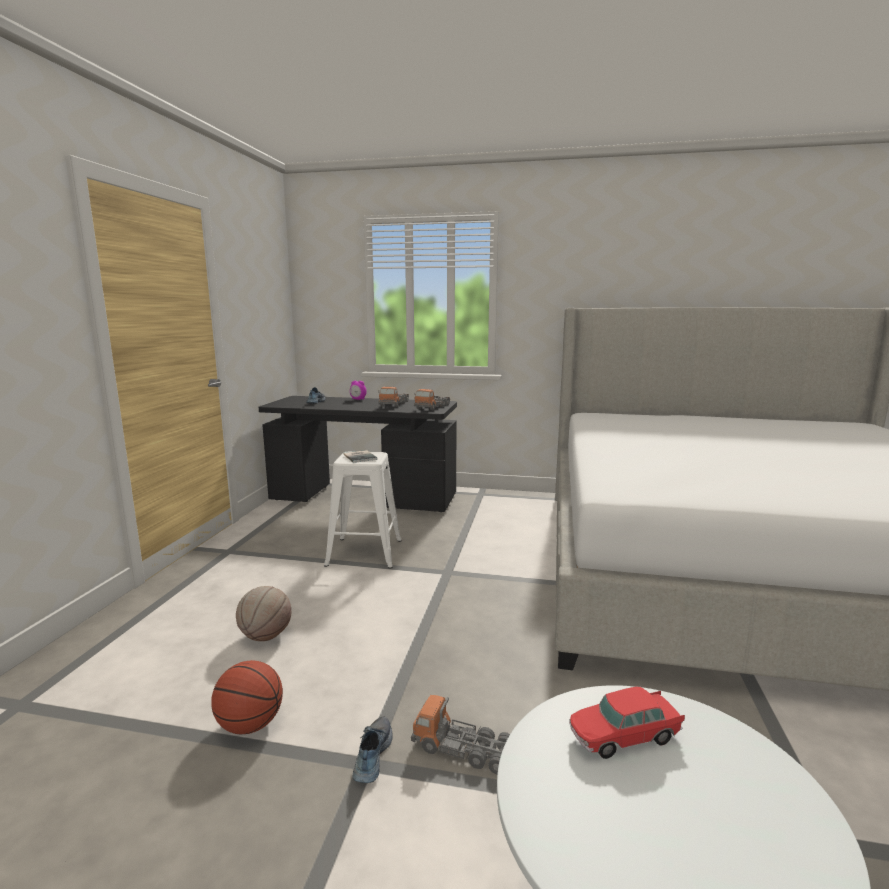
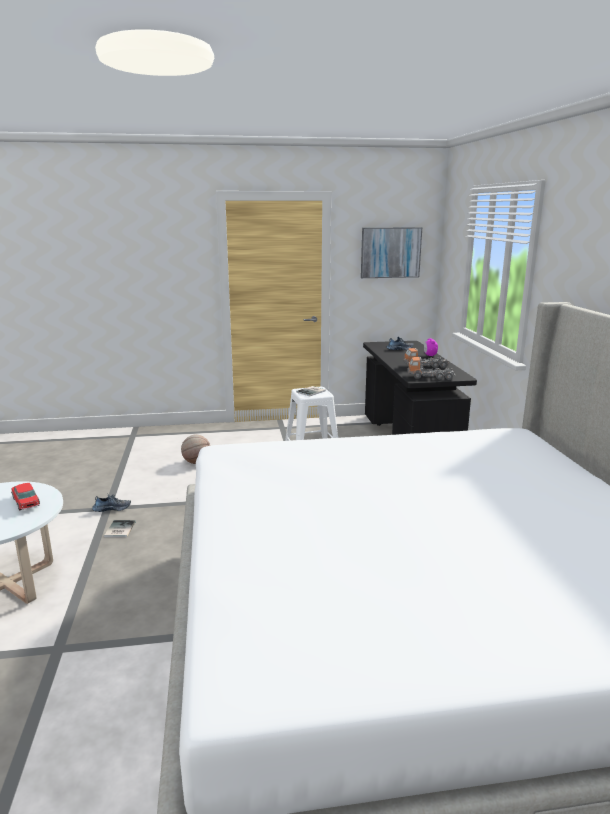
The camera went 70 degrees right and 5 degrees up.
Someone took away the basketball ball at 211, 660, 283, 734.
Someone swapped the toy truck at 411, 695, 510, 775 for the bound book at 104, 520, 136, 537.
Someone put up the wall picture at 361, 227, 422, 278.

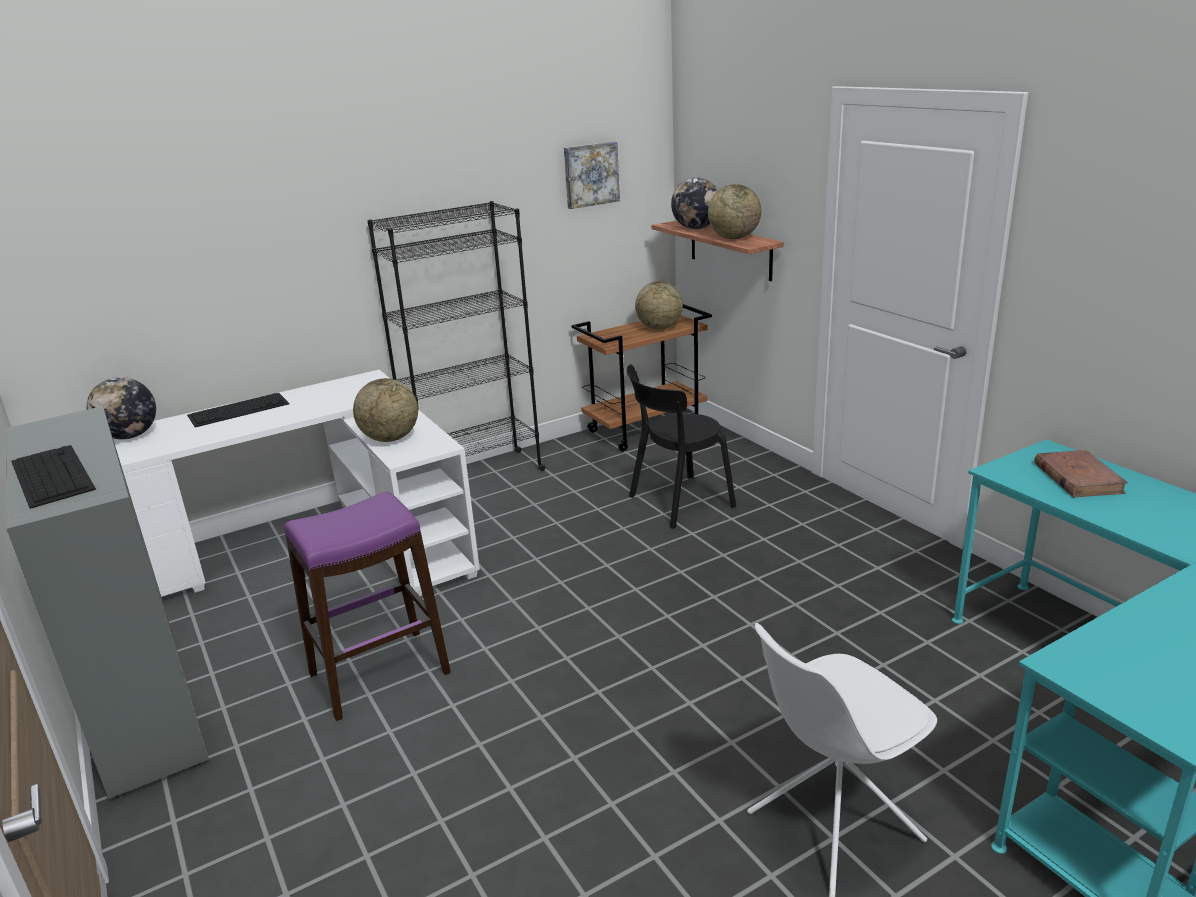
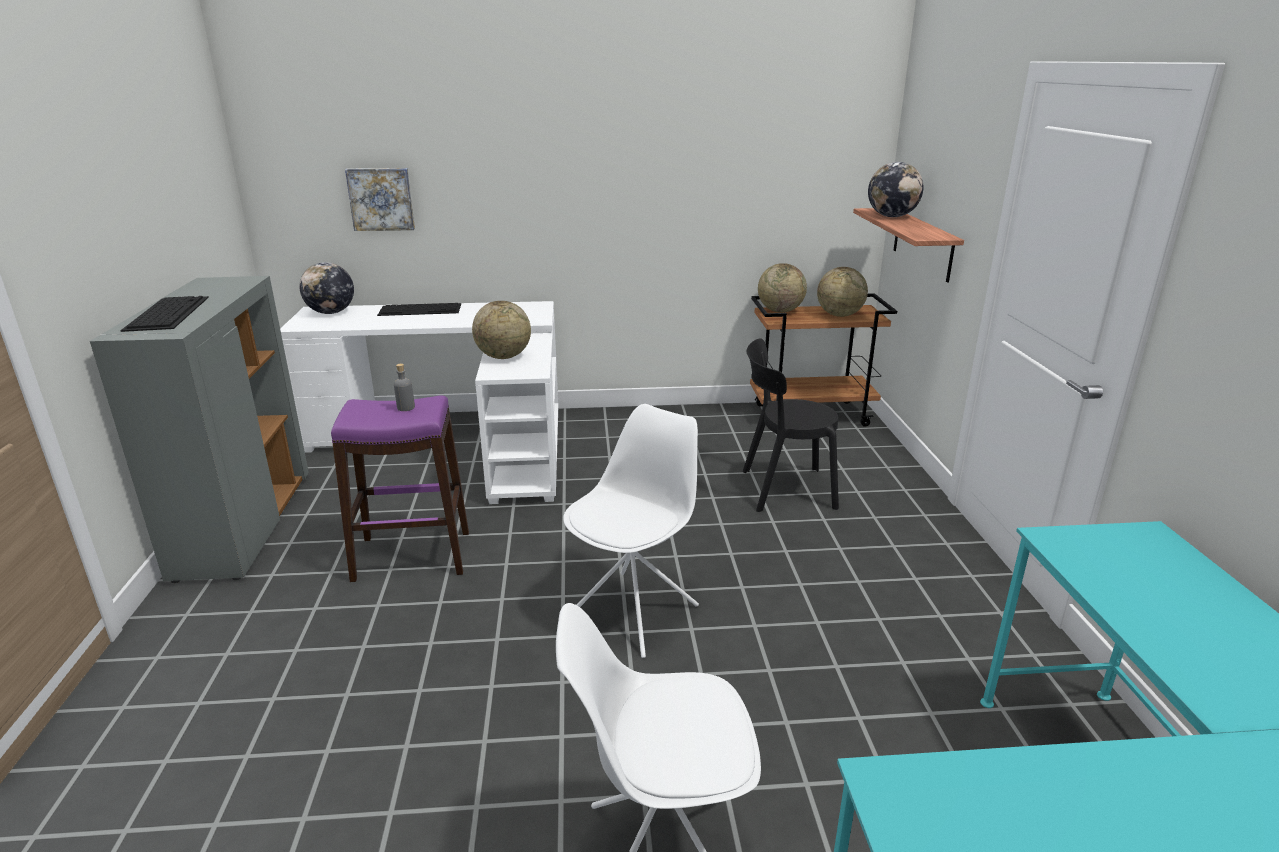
The camera went 25 degrees right and 0 degrees up.
Someone carried the wall picture from 564, 141, 620, 209 to 345, 168, 415, 231.
Someone carried the globe from 708, 184, 761, 239 to 758, 263, 807, 313.
Someone took away the blackish shelving unit at 367, 201, 545, 471.
Someone took away the brown-coloured bound book at 1035, 450, 1128, 497.
Someone put down the grey drink bottle at 394, 364, 415, 411.
Someone put down the whitish upright chair at 563, 404, 699, 658.

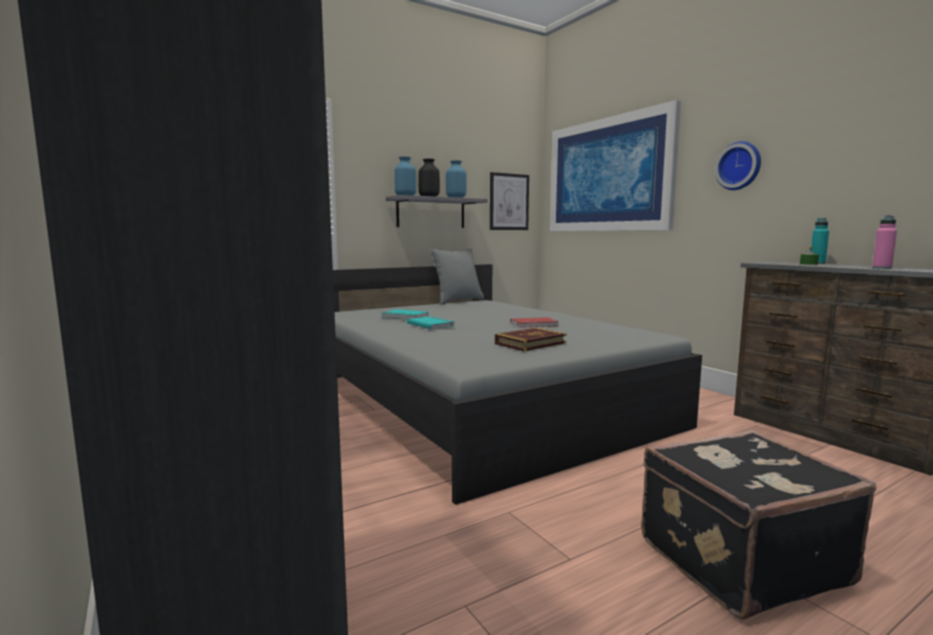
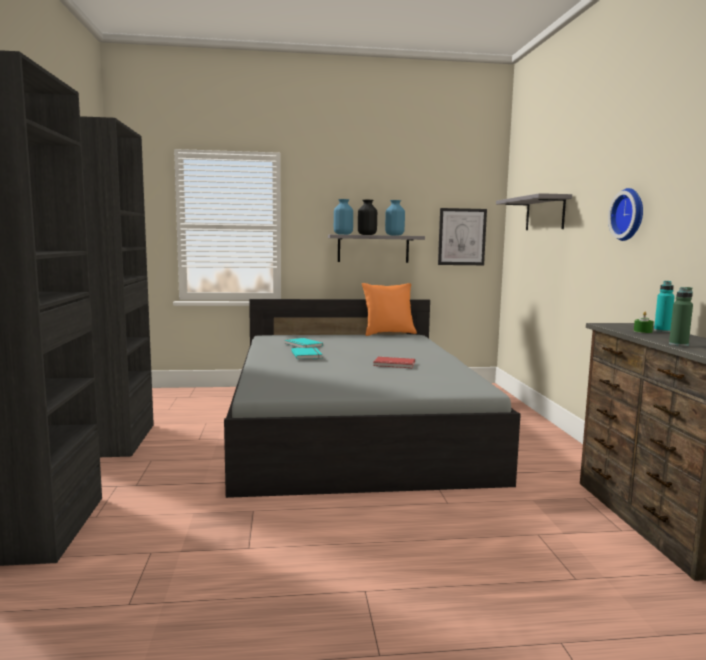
The camera went 25 degrees right and 0 degrees up.
Someone swapped the wall picture at 550, 100, 681, 231 for the grey bracket shelf at 496, 193, 572, 230.
Someone repainted the pink drink bottle at 872, 215, 897, 269, which became the green drink bottle at 669, 287, 693, 346.
Someone repainted the grey throw pillow at 430, 248, 484, 304, which became the orange throw pillow at 362, 283, 417, 336.
Someone took away the bound book at 495, 328, 566, 351.
Someone took away the blackish suitcase at 641, 430, 877, 619.

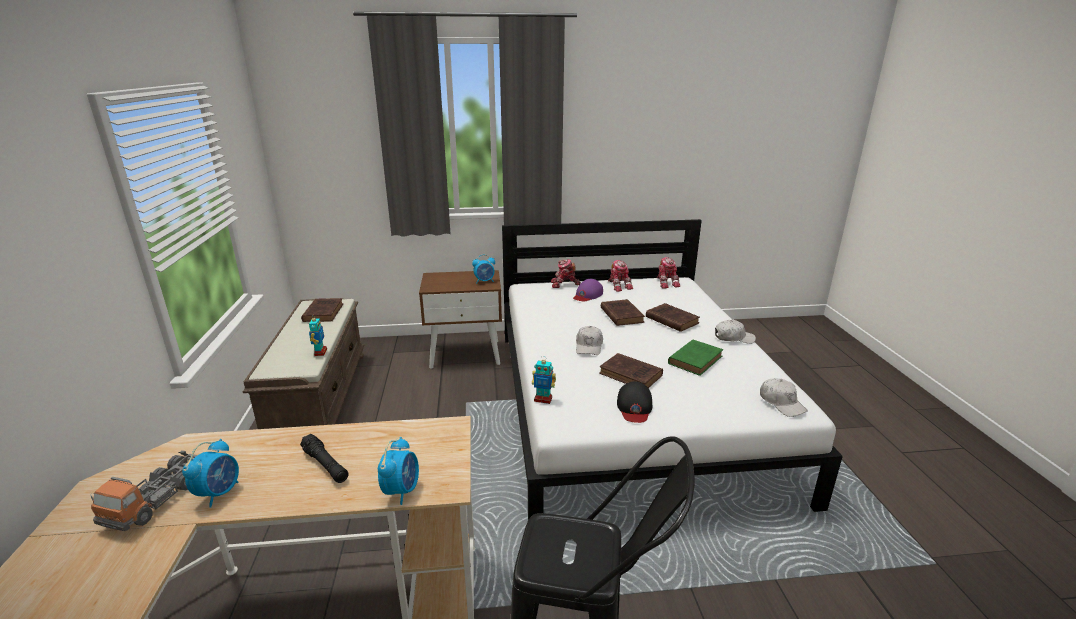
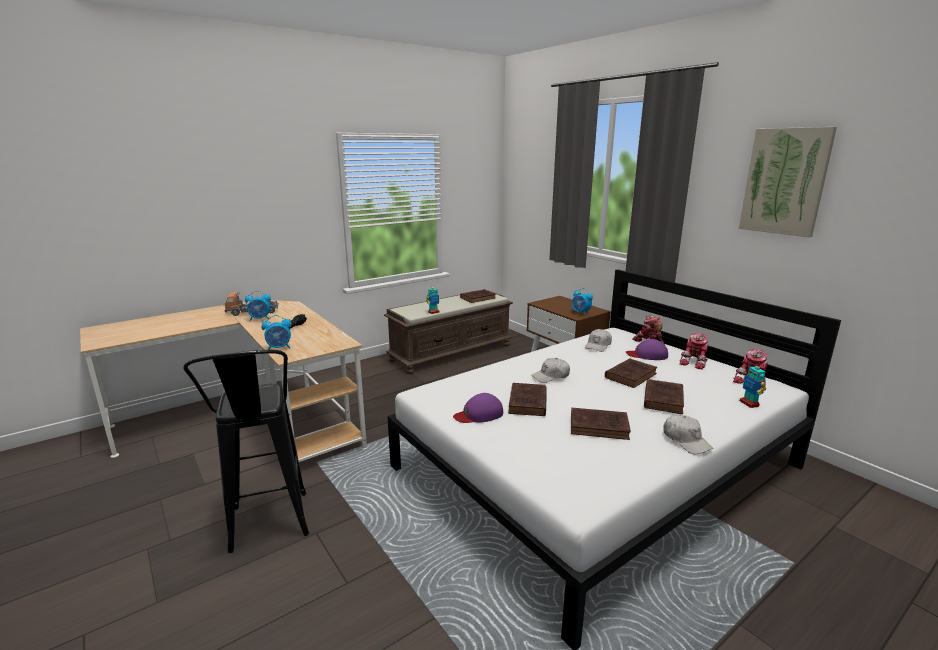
The camera went 60 degrees right and 5 degrees down.
Someone repainted the green bound book at 668, 339, 723, 376, which became the brown-coloured bound book at 571, 408, 631, 440.
Someone carried the model robot from 532, 360, 556, 404 to 740, 363, 766, 408.
Someone carried the whitish peaked cap from 760, 378, 808, 417 to 585, 329, 612, 352.
Someone repainted the blackish peaked cap at 617, 381, 652, 423, which became the purple peaked cap at 453, 393, 503, 423.
Someone put up the wall picture at 739, 127, 837, 237.

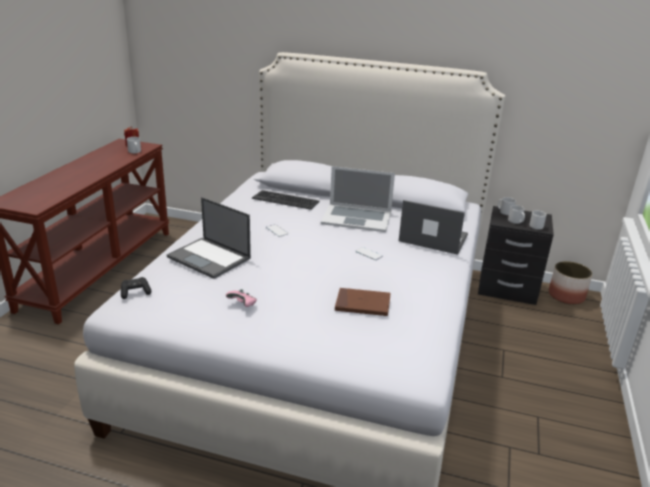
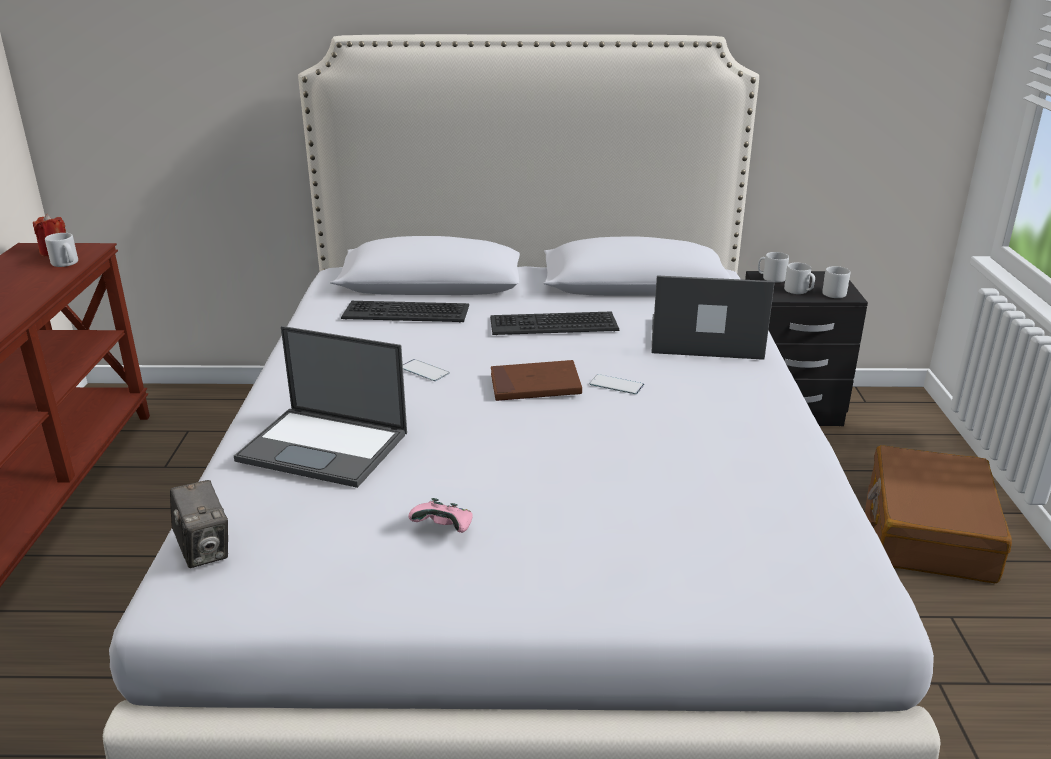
The camera went 15 degrees left and 0 degrees up.
Someone swapped the laptop at 321, 166, 395, 232 for the computer keyboard at 490, 311, 619, 335.
Someone took away the planter at 549, 261, 592, 305.
Someone swapped the blackish game controller at 121, 277, 151, 299 for the photo camera at 170, 480, 228, 568.
Someone carried the brown-coloured bound book from 335, 288, 391, 316 to 491, 360, 582, 401.
Someone put down the brown-coloured suitcase at 865, 445, 1012, 583.

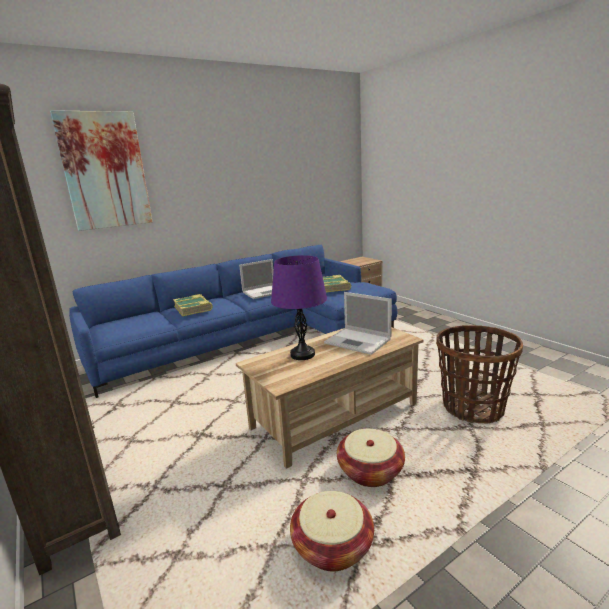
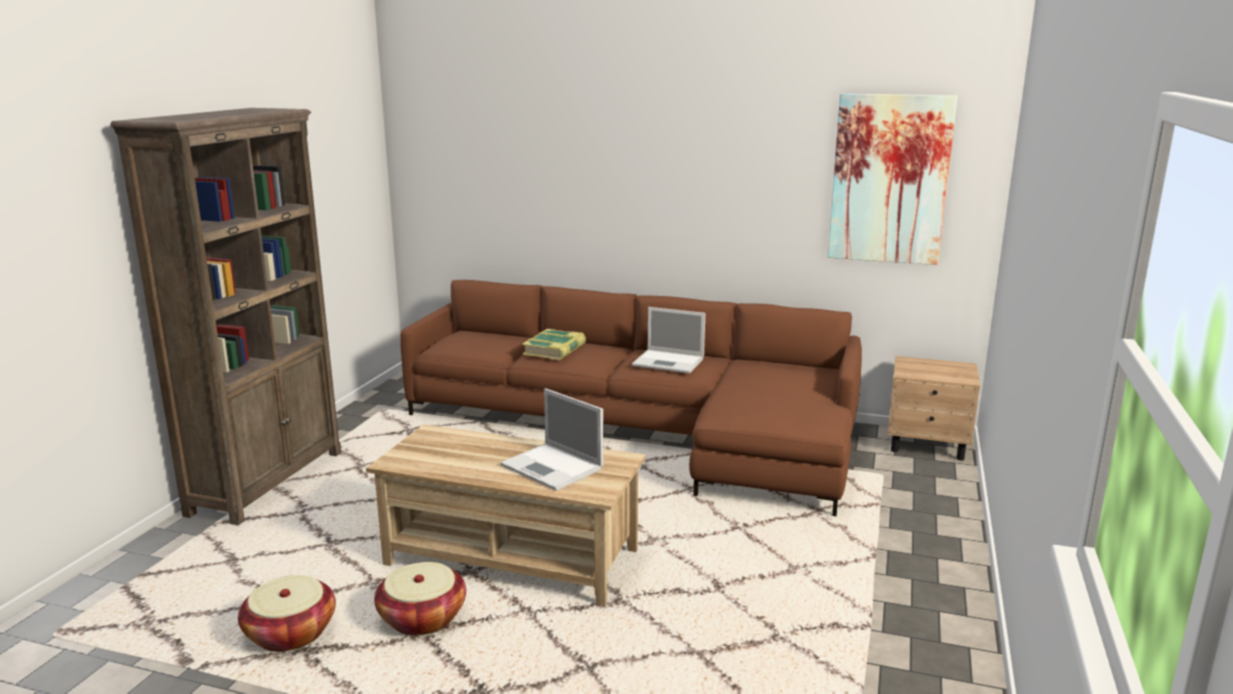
The camera went 50 degrees right and 0 degrees up.
Someone carried the wall picture from 50, 110, 153, 231 to 828, 94, 957, 265.
Someone repainted the blue sofa at 69, 245, 397, 398, which became the brown-coloured sofa at 400, 280, 862, 516.
Someone took away the purple tabletop lamp at 271, 255, 327, 360.
Someone took away the bound book at 323, 275, 352, 293.
Someone rotated the laptop at 324, 292, 392, 355 by 45 degrees counterclockwise.
Someone took away the storage basket at 436, 325, 523, 423.

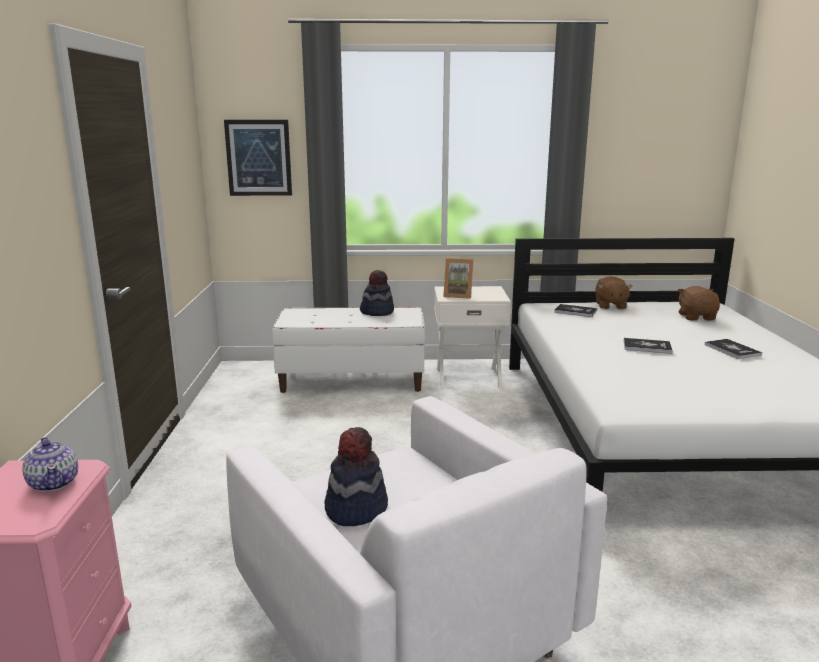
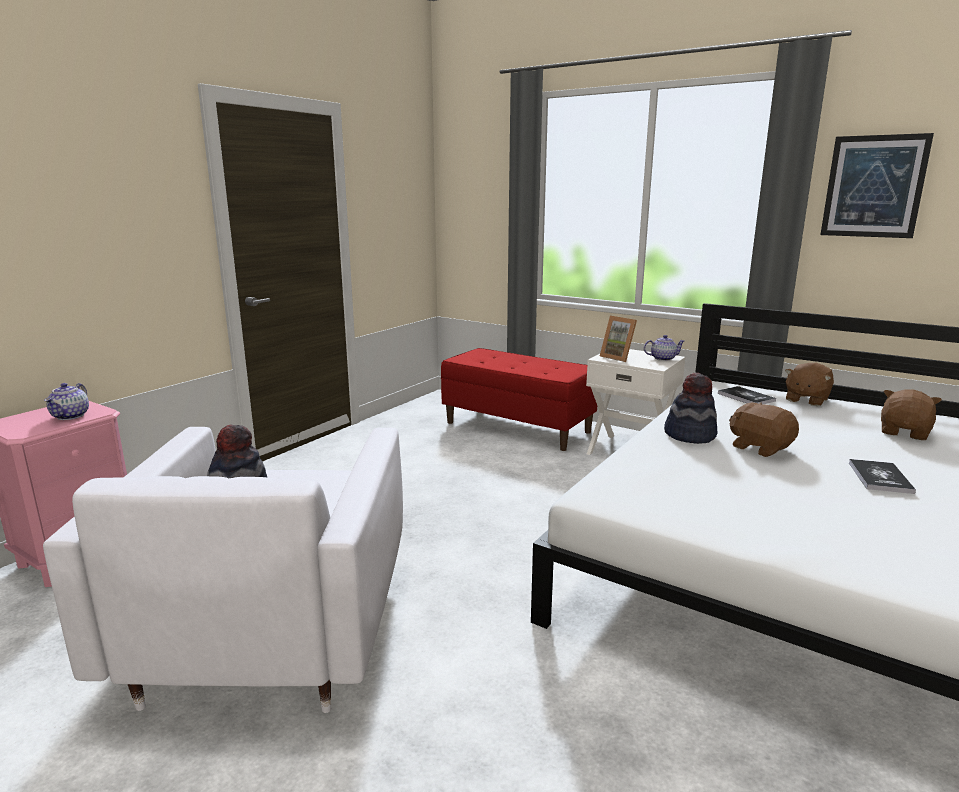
The camera went 35 degrees right and 0 degrees up.
Someone carried the wall picture from 224, 120, 292, 196 to 821, 133, 934, 238.
Someone carried the clothing hat from 360, 270, 394, 316 to 664, 373, 718, 444.
Someone repainted the whitish bench at 272, 307, 425, 393, which became the red bench at 441, 348, 597, 451.
Someone swapped the bound book at 624, 338, 673, 354 for the brown-coloured cuddly toy at 729, 403, 799, 457.
Someone put down the pot for tea at 644, 335, 685, 361.

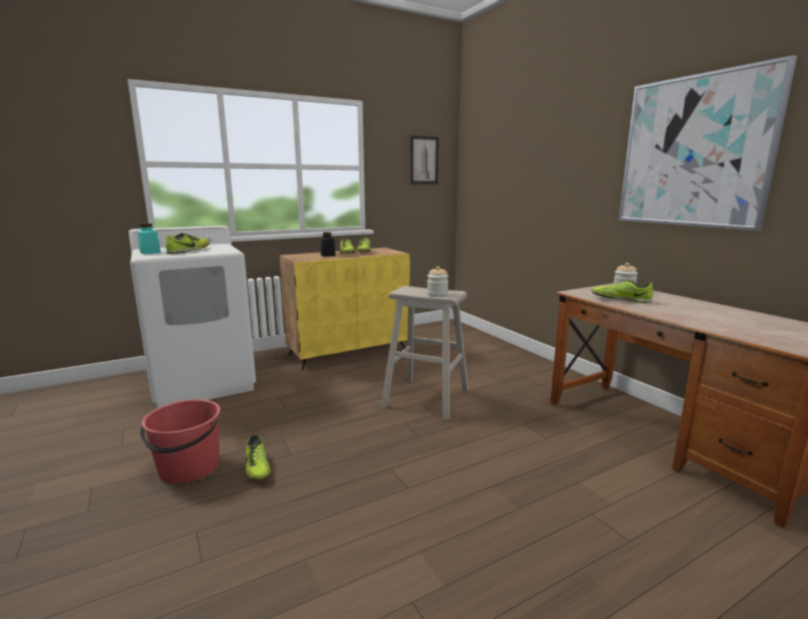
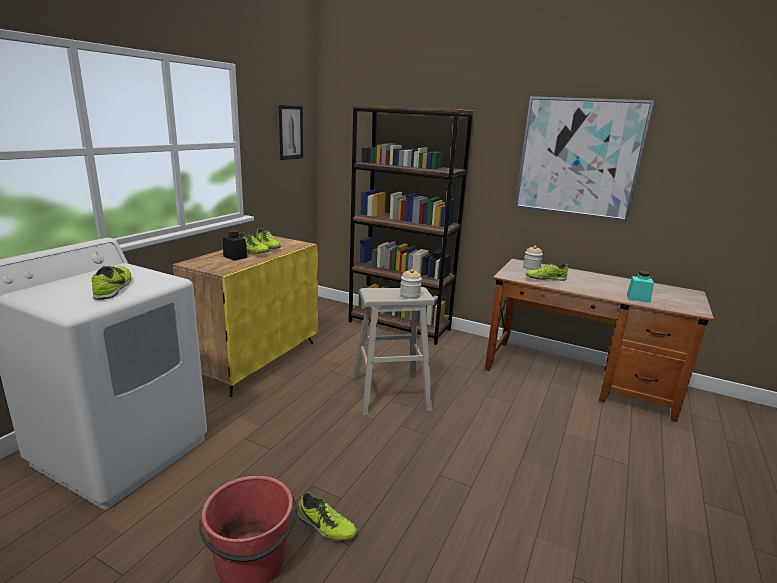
The camera went 35 degrees left and 5 degrees up.
Someone carried the turquoise-coloured storage jar from 137, 223, 161, 254 to 627, 271, 654, 303.
Someone put down the brown-coloured shelving unit at 349, 104, 474, 345.

